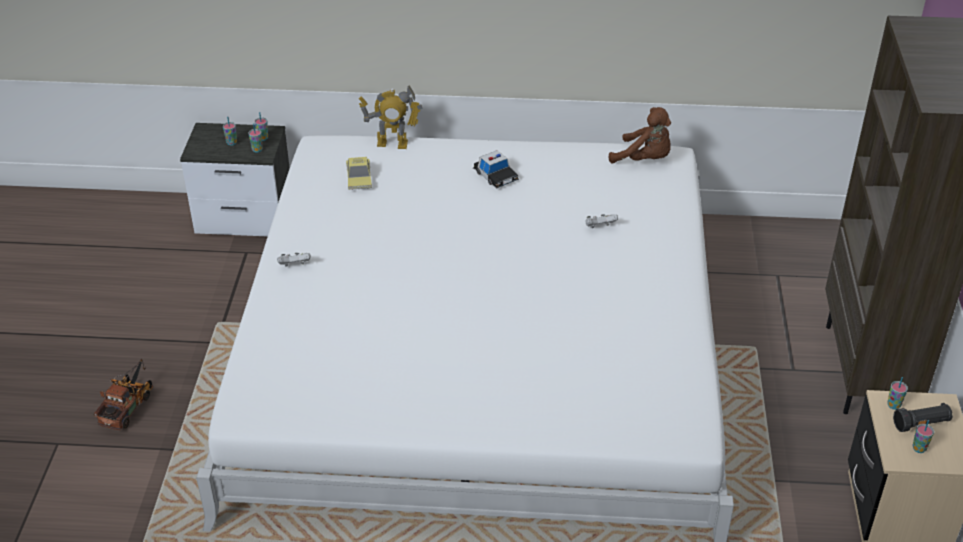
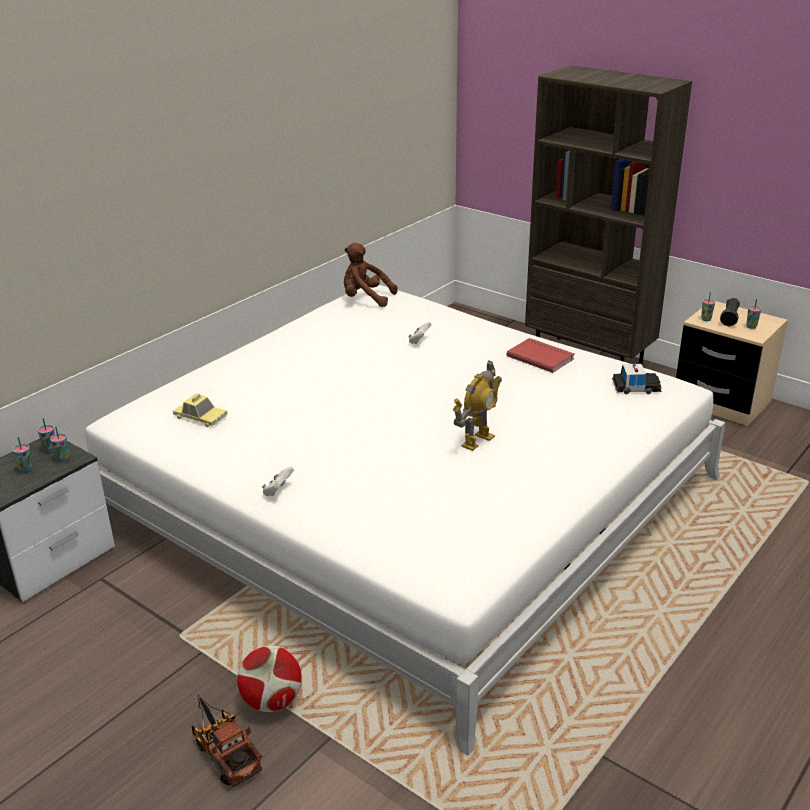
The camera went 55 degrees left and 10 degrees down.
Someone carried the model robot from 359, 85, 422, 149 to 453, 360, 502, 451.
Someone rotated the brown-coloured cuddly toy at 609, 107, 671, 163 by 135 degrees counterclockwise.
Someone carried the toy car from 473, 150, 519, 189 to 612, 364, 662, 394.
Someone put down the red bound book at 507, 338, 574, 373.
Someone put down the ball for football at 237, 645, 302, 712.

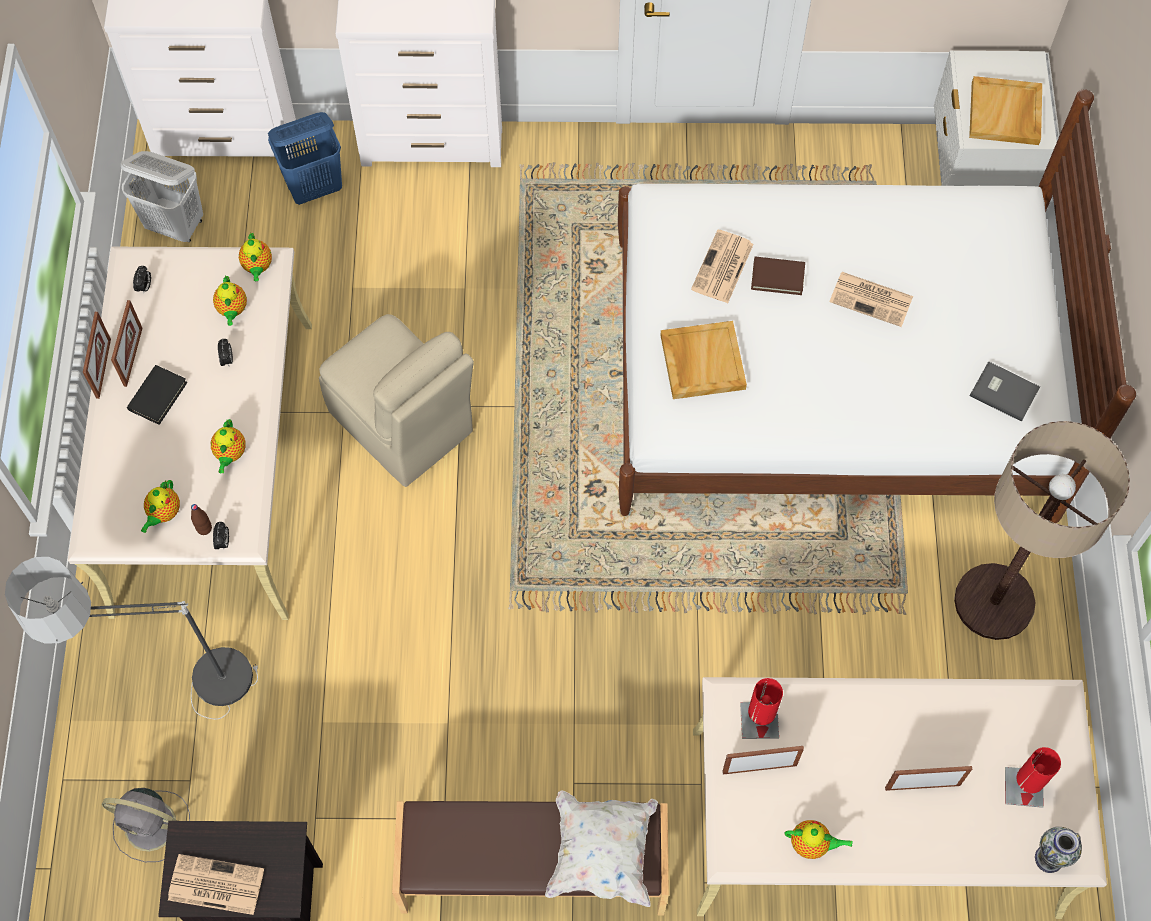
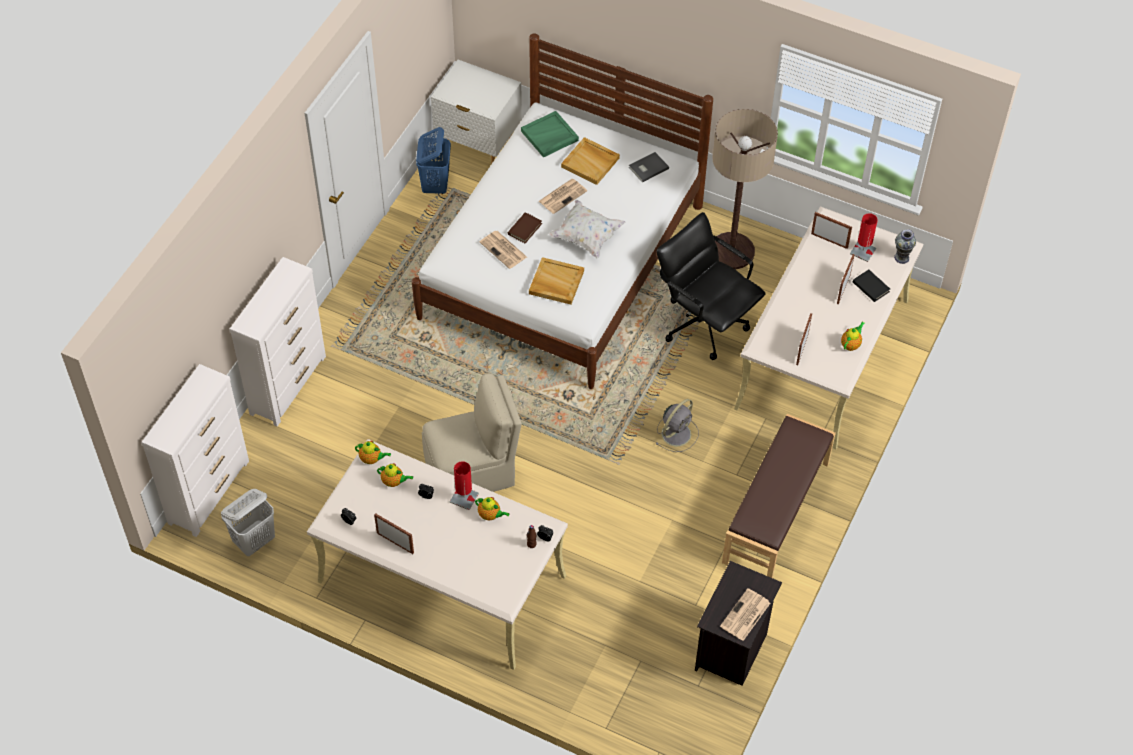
The camera went 65 degrees left and 10 degrees down.
Someone carried the beige carrying tray from 969, 76, 1042, 145 to 561, 137, 620, 185.
Someone carried the blue hamper from 268, 112, 342, 205 to 416, 127, 451, 194.
Someone carried the picture frame from 83, 312, 111, 399 to 811, 212, 852, 249.
Someone carried the blackish bound book from 127, 365, 187, 425 to 853, 269, 890, 302.
Someone took away the pot for tea at 141, 480, 180, 533.
Someone took away the standard lamp at 5, 557, 258, 719.
Someone carried the red tabletop lamp from 740, 678, 783, 739 to 450, 461, 479, 510.
Someone carried the grey fan from 102, 788, 190, 862 to 655, 399, 699, 452.
Someone carried the whitish throw pillow from 545, 790, 658, 907 to 549, 200, 625, 258.
Someone put down the green carrying tray at 521, 111, 579, 158.
Someone put down the blackish desk chair at 656, 212, 766, 360.

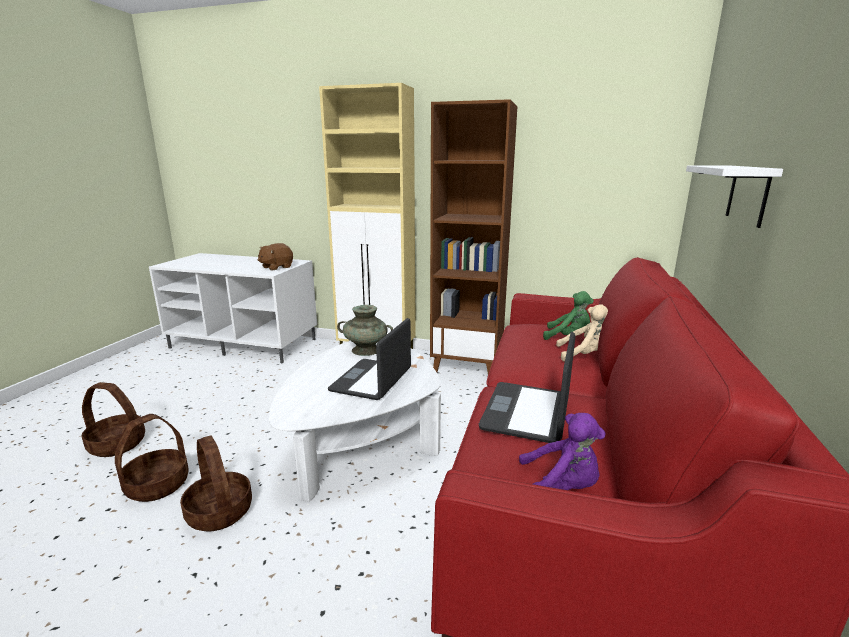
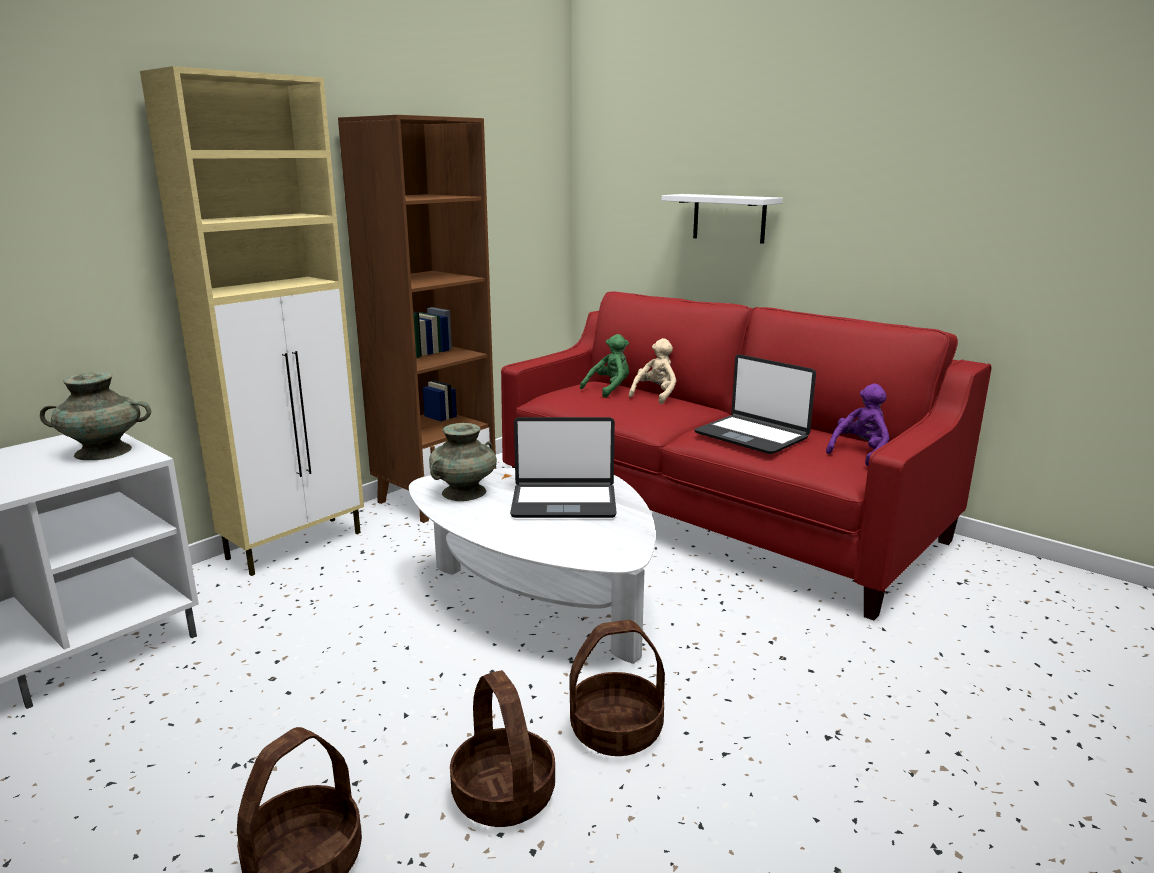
The camera went 65 degrees left and 0 degrees up.
Someone swapped the brown-coloured cuddly toy at 258, 243, 293, 271 for the turquoise-coloured decorative vase at 40, 372, 151, 460.
Someone rotated the laptop at 328, 318, 411, 400 by 45 degrees counterclockwise.

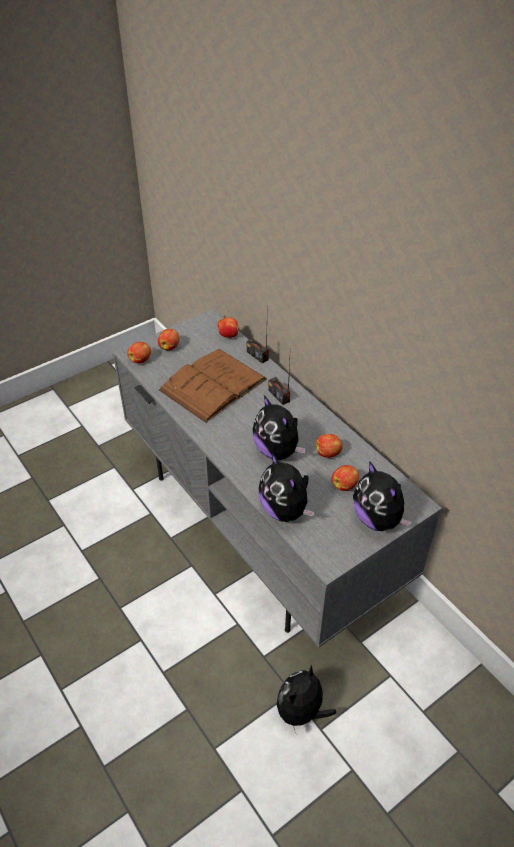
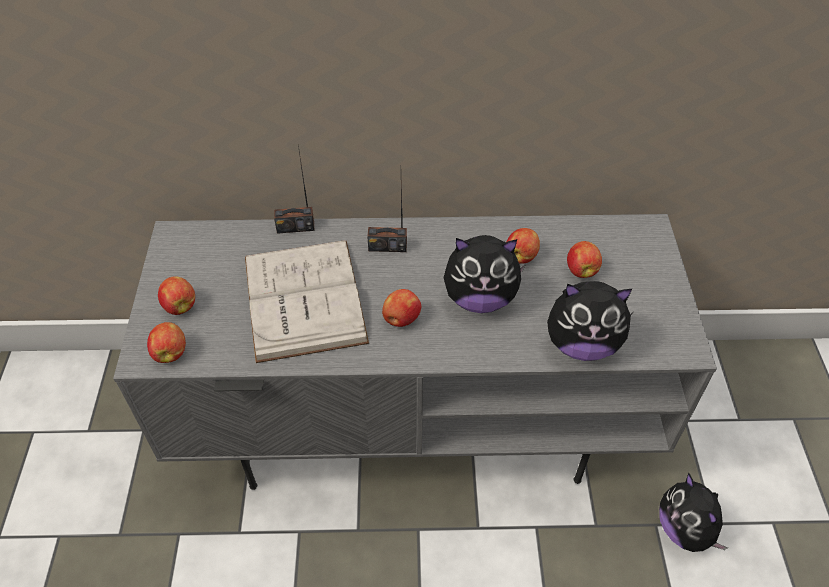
The camera went 55 degrees left and 5 degrees up.
Someone carried the whole apple from 218, 317, 238, 338 to 382, 289, 421, 327.
Someone repainted the brown-coloured bound book at 159, 349, 267, 423, which became the whitish bound book at 245, 240, 369, 363.
Someone took away the cuddly toy at 353, 461, 412, 531.

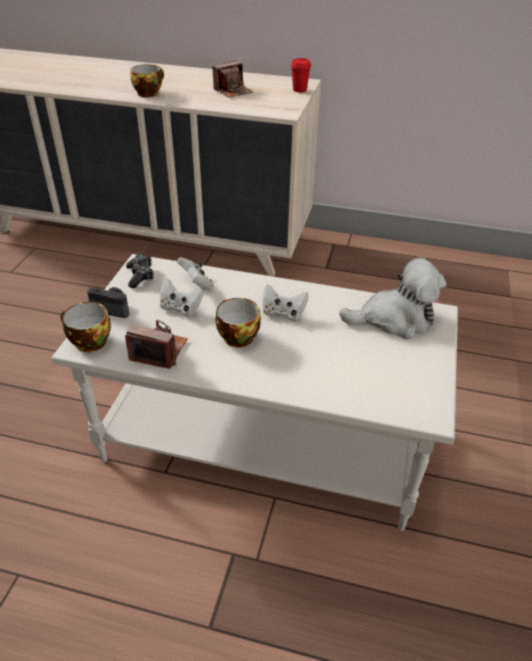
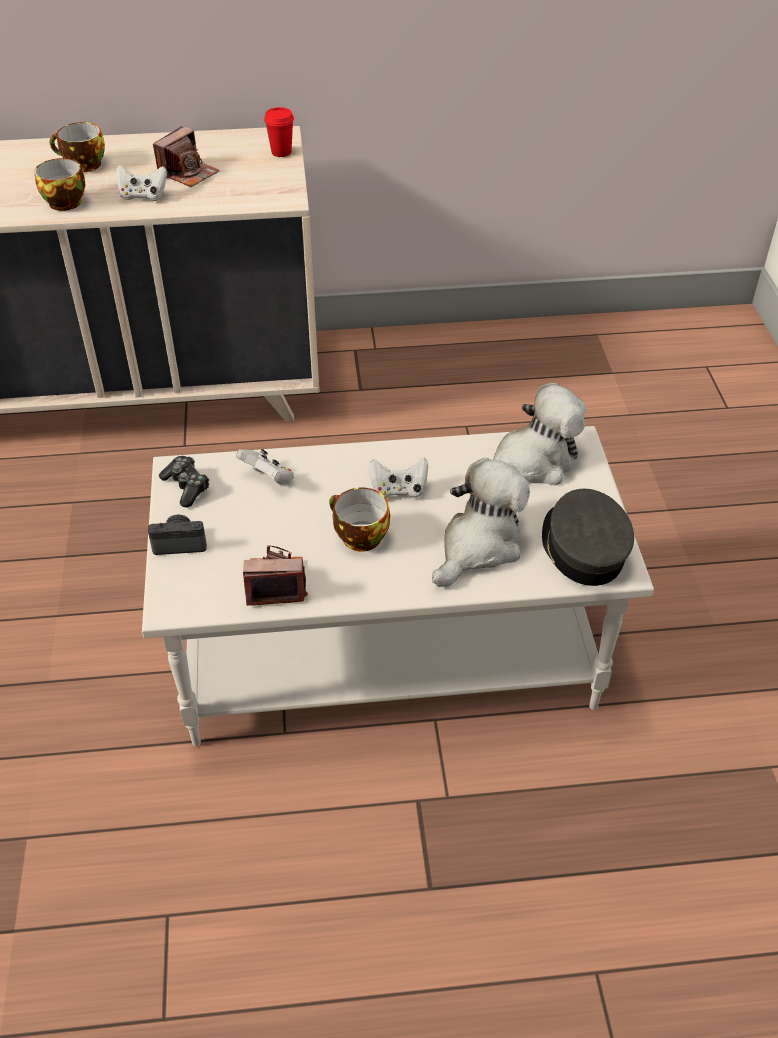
The camera went 20 degrees left and 5 degrees up.
Someone carried the whitish game controller from 160, 278, 204, 317 to 116, 165, 167, 201.
Someone carried the drinking cup from 60, 302, 111, 352 to 50, 122, 105, 172.
Someone put down the cuddly toy at 432, 458, 530, 587.
Someone put down the grey peaked cap at 542, 489, 634, 586.

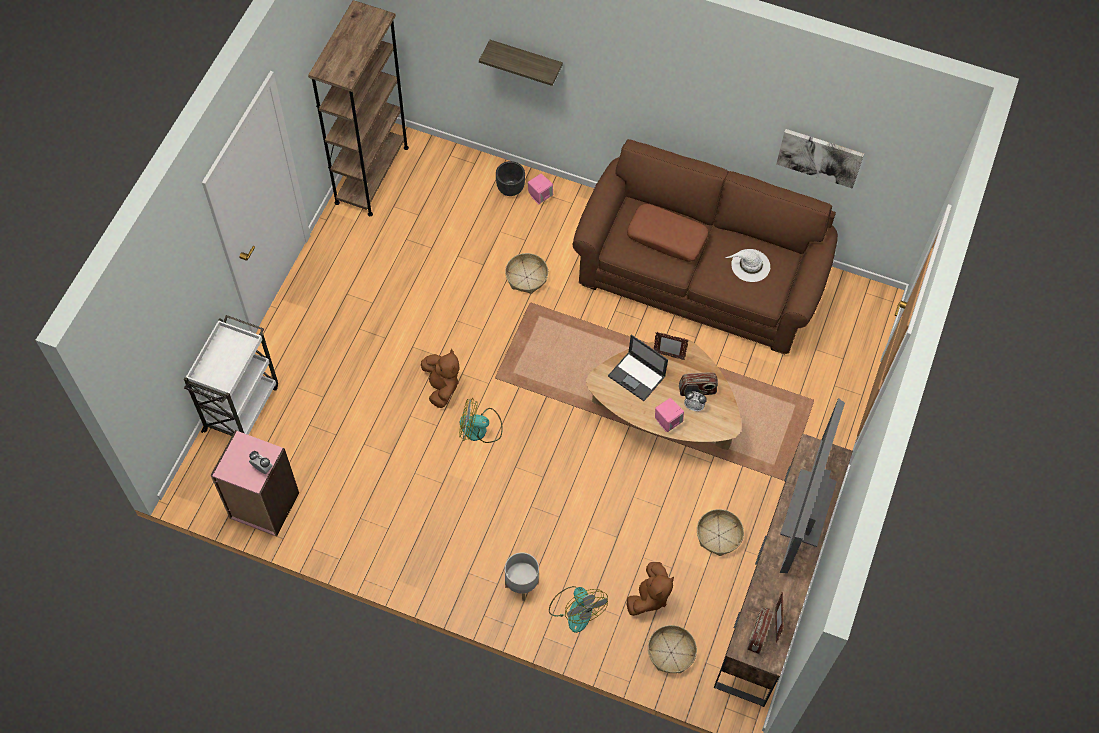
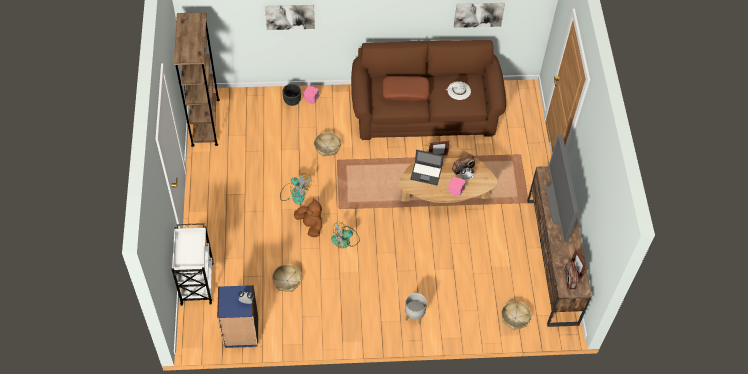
The camera went 25 degrees left and 5 degrees down.
Someone swapped the bracket shelf at 479, 40, 563, 86 for the wall picture at 265, 5, 315, 30.
Someone repainted the pink shelving unit at 211, 430, 299, 537, which became the blue shelving unit at 217, 285, 258, 348.
Someone carried the storage basket from 697, 509, 744, 556 to 272, 264, 302, 292.
Someone took away the brown-coloured cuddly toy at 627, 562, 674, 616.
Someone carried the fan from 549, 586, 608, 633 to 280, 173, 312, 205.

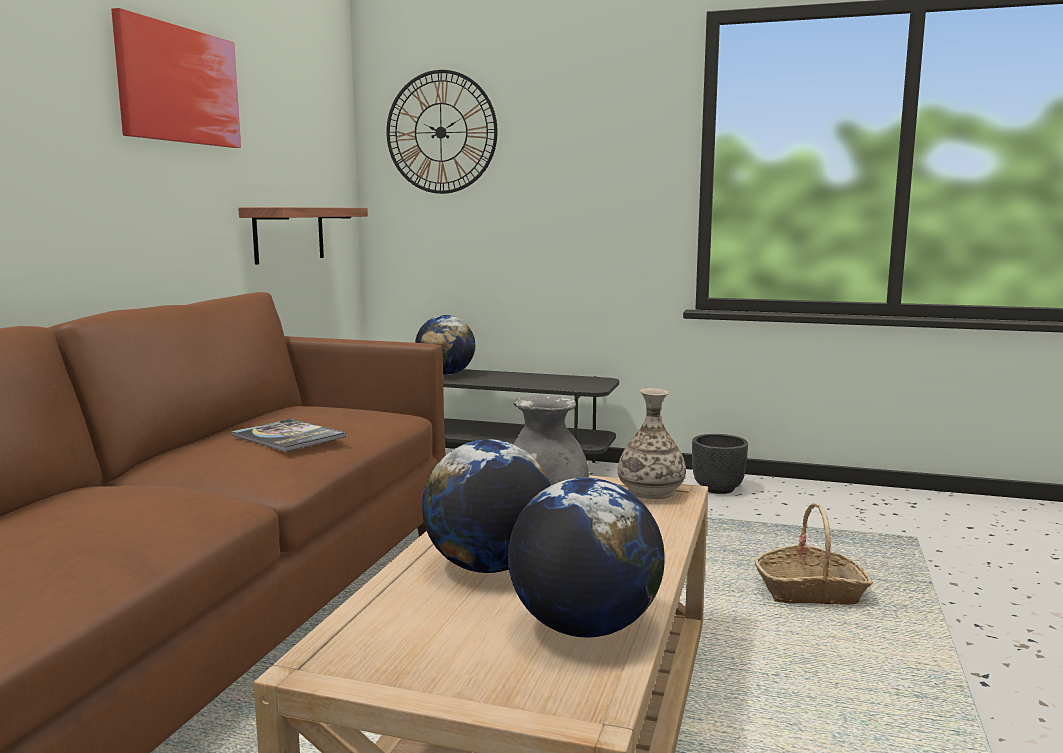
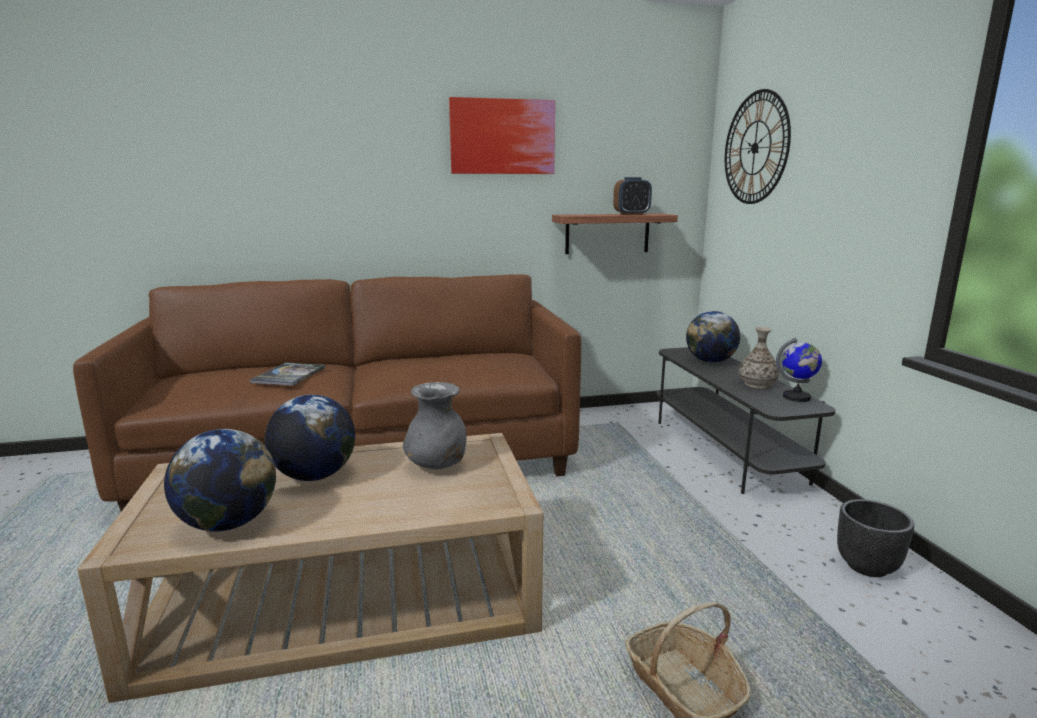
The camera went 60 degrees right and 5 degrees up.
Someone carried the decorative vase from 618, 388, 686, 499 to 739, 327, 779, 389.
Someone carried the bound book from 232, 419, 346, 452 to 250, 363, 325, 386.
Someone put down the alarm clock at 613, 177, 652, 215.
Someone put down the globe at 776, 338, 822, 402.

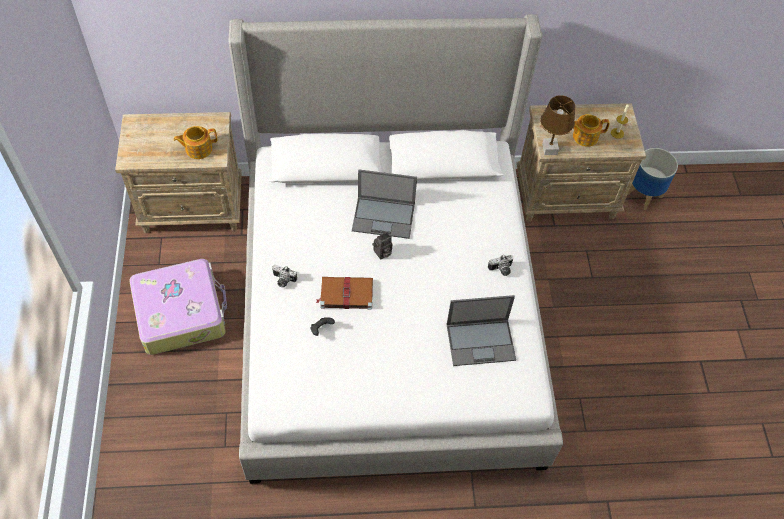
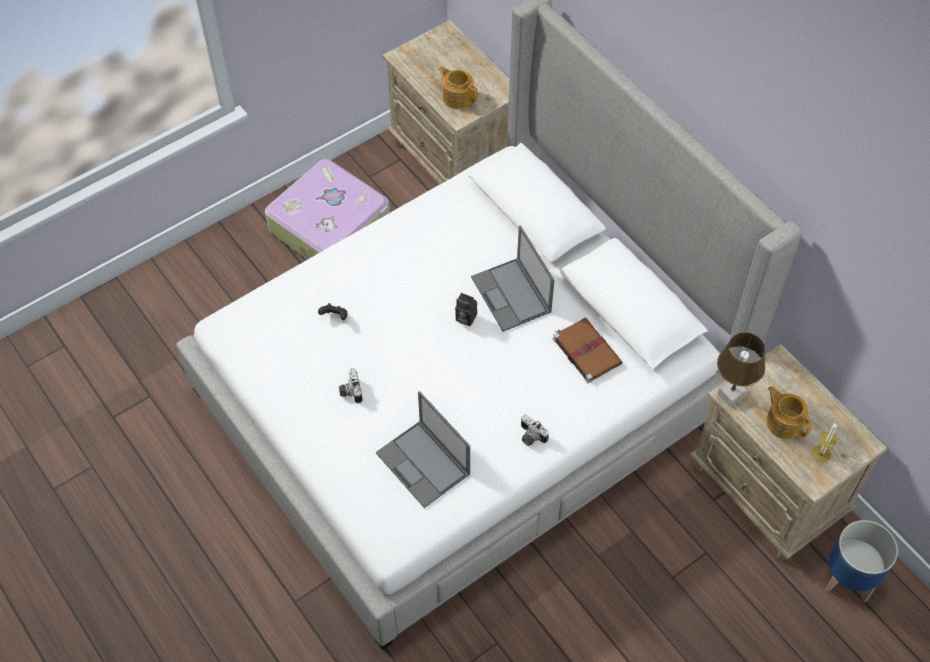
The camera went 60 degrees right and 0 degrees up.
Someone carried the photo camera from 272, 265, 297, 288 to 339, 368, 362, 403.
Someone carried the brown-coloured bound book from 316, 277, 373, 310 to 553, 318, 623, 383.

